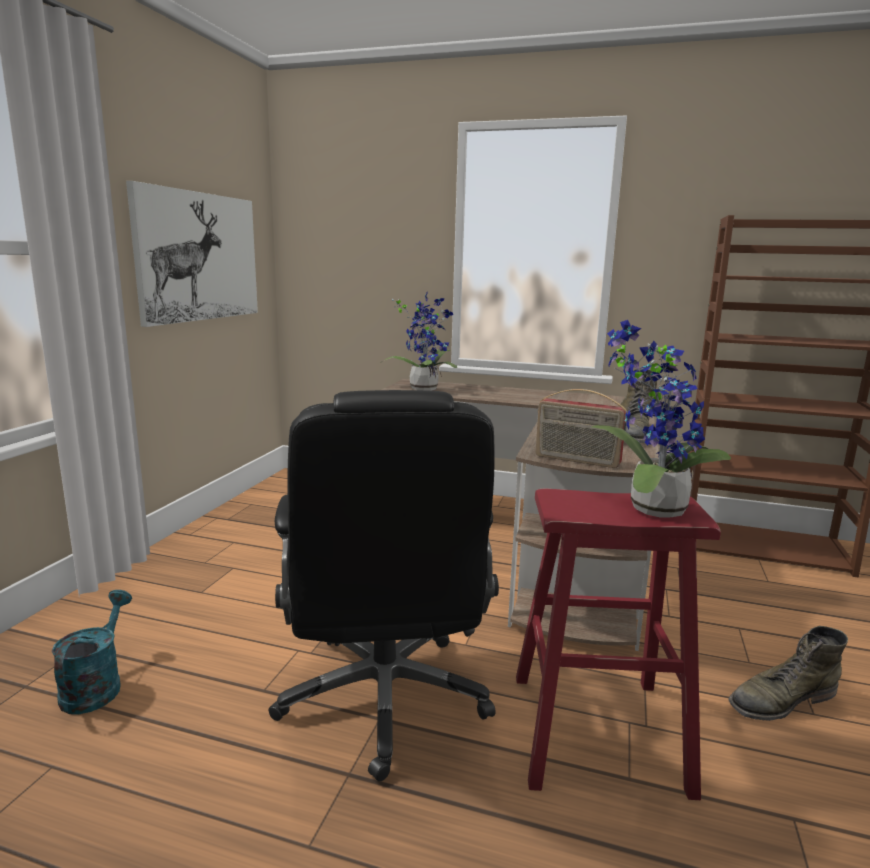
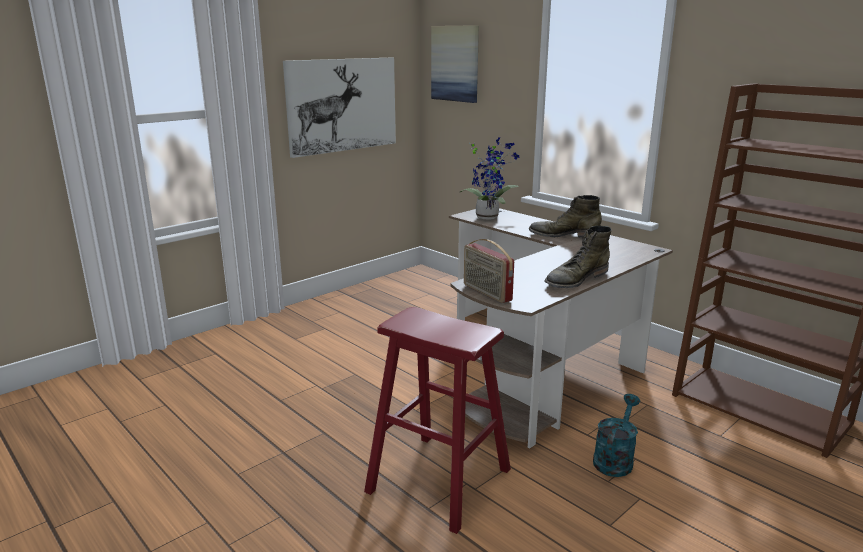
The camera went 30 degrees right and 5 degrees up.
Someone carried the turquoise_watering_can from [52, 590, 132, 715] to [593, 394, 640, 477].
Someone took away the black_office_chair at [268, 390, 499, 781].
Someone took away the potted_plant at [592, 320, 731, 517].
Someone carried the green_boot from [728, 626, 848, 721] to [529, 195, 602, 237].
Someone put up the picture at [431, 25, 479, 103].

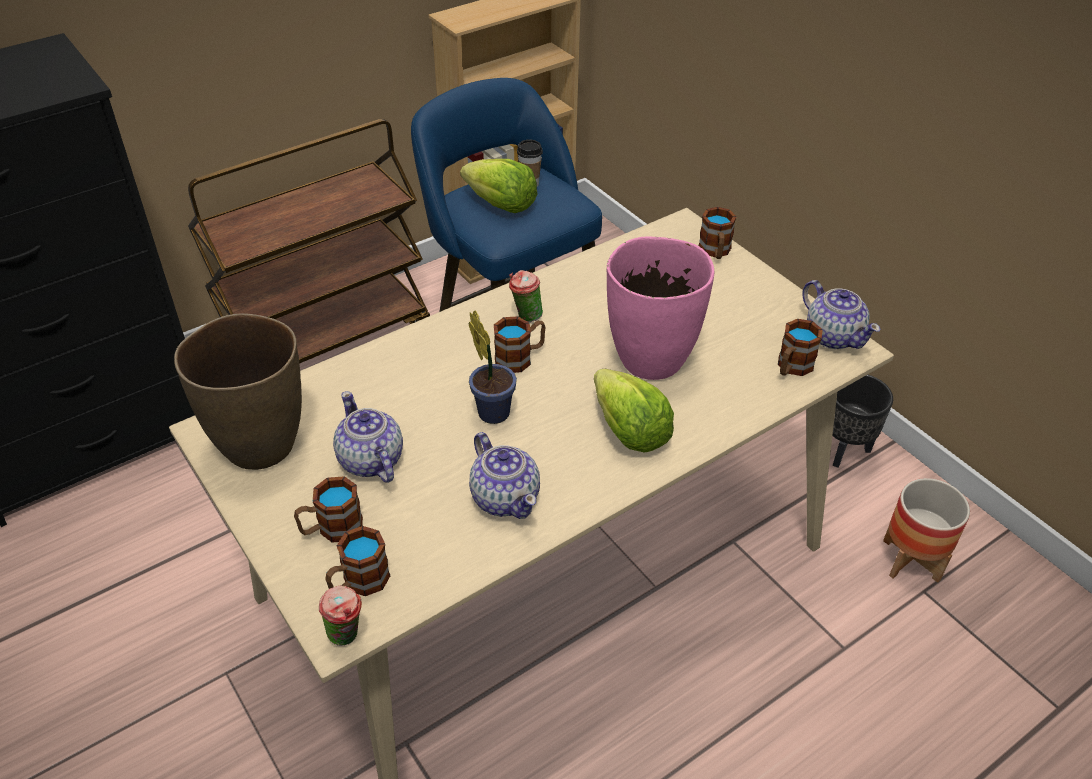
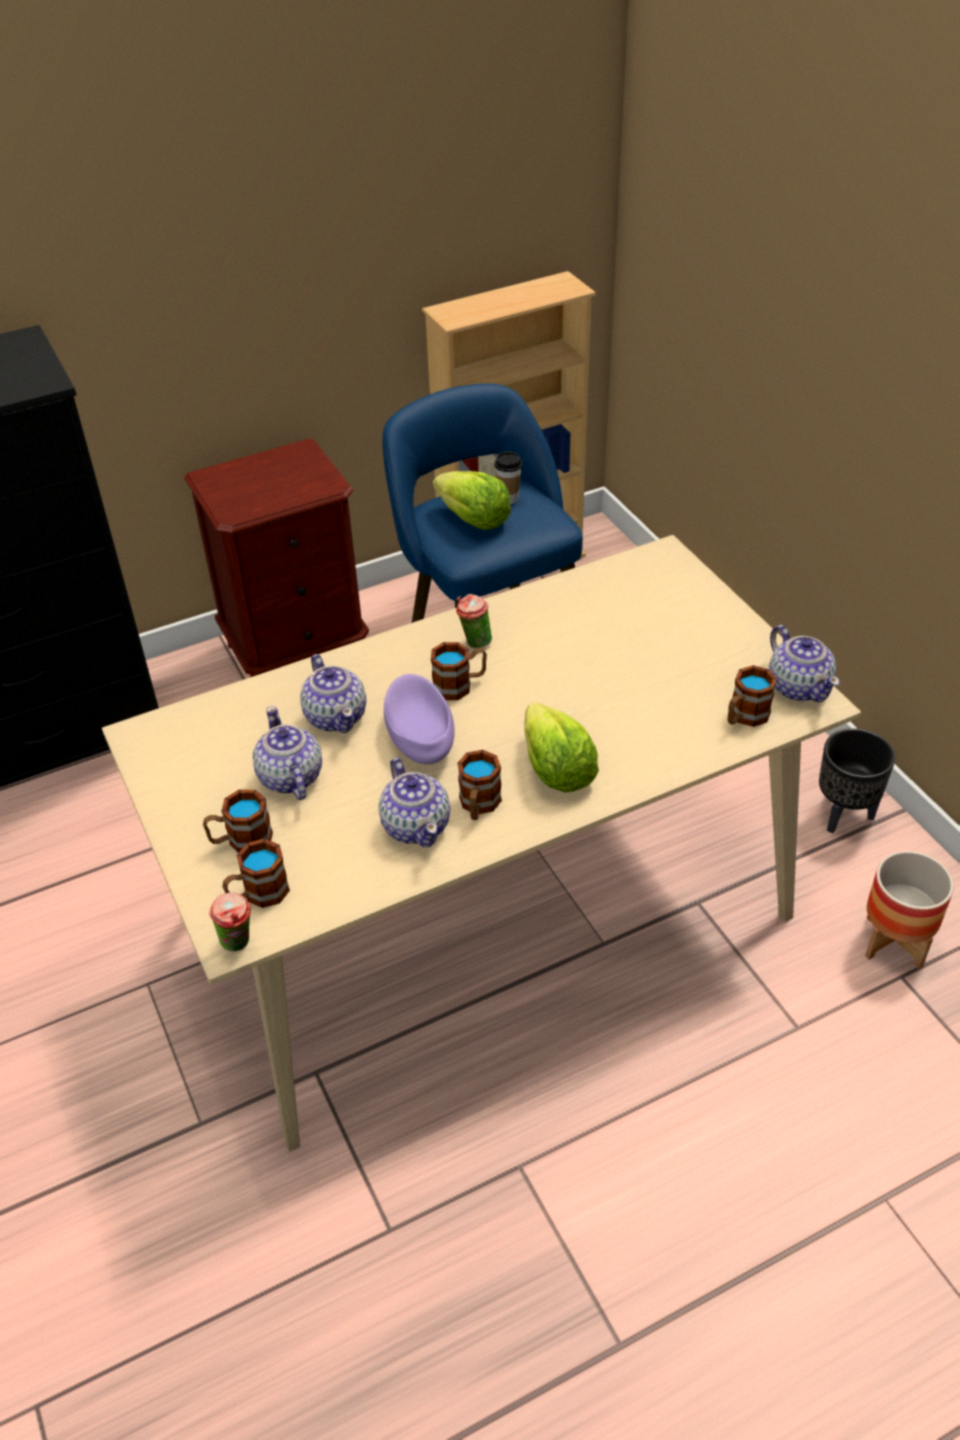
The camera went 10 degrees right and 0 degrees up.
Someone took away the brown_vase at [174, 313, 302, 470].
Someone swapped the brown_cart at [188, 119, 430, 364] for the brown_nightstand at [185, 438, 369, 677].
Someone swapped the potted_plant at [469, 310, 517, 424] for the purple_bowl at [384, 674, 455, 764].
Someone took away the pink_vase at [607, 236, 714, 380].
Someone carried the mug from [698, 207, 736, 259] to [457, 750, 502, 820].
Someone put down the teapot at [300, 654, 367, 733].

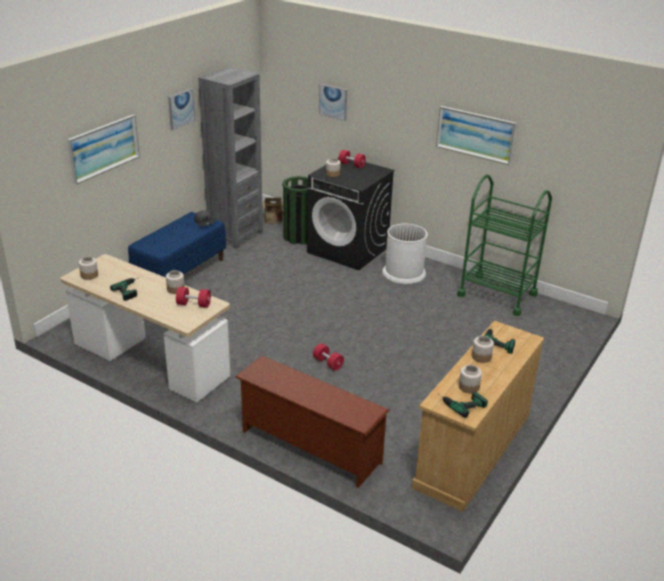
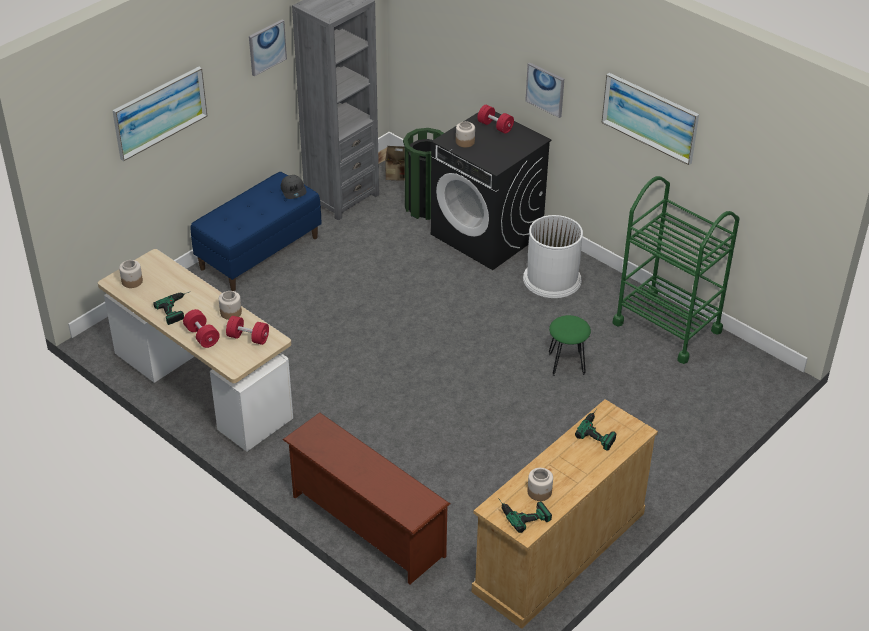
The camera went 10 degrees right and 10 degrees up.
Someone carried the red_dumbbell from [313, 343, 344, 371] to [183, 309, 220, 348].
Someone carried the picture from [319, 84, 347, 121] to [525, 63, 564, 118].
Someone took away the jar at [472, 336, 494, 363].
Someone put down the green_stool at [549, 315, 591, 376].

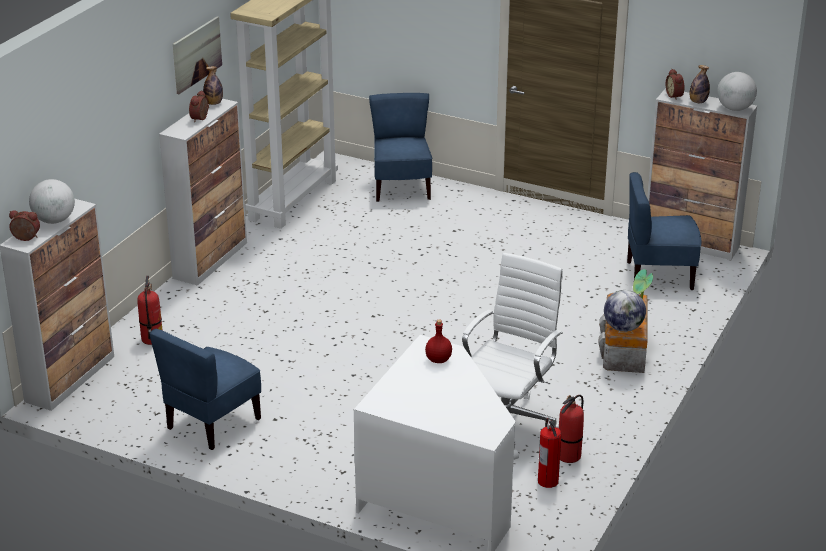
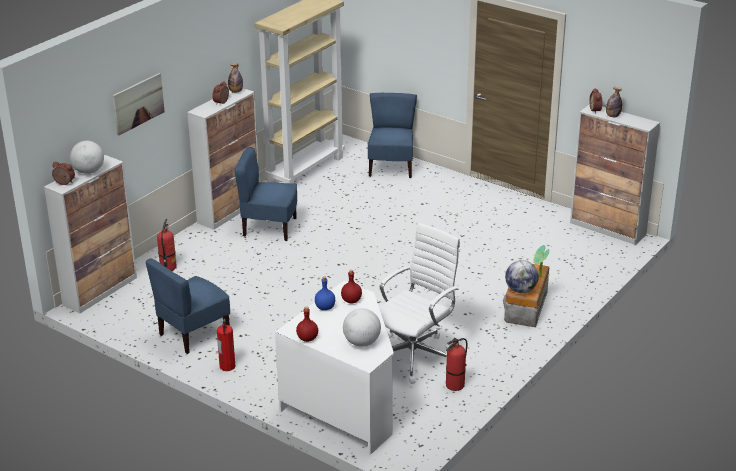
The camera went 10 degrees right and 0 degrees up.
Someone carried the picture from [173, 17, 222, 94] to [113, 73, 165, 135].
Someone carried the fire_extinguisher from [538, 418, 561, 488] to [217, 318, 235, 371].
Someone carried the blue_chair from [627, 172, 701, 290] to [235, 147, 297, 241].
Someone carried the globe from [717, 72, 757, 111] to [343, 308, 381, 347].
Someone put down the red_bottle at [296, 307, 318, 342].
Someone put down the blue_bottle at [315, 276, 335, 310].

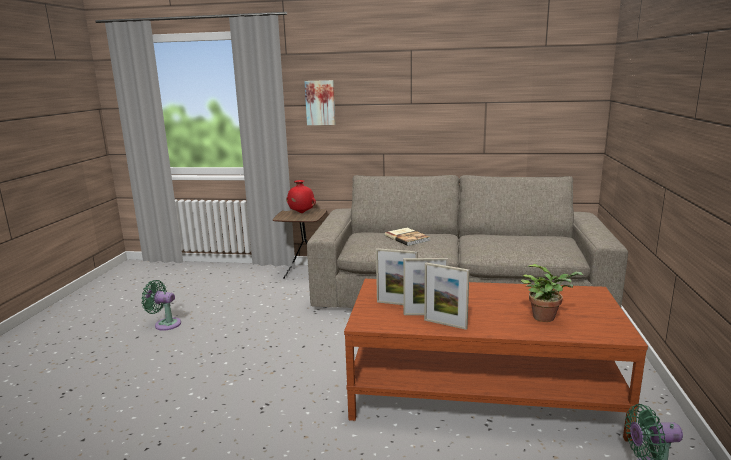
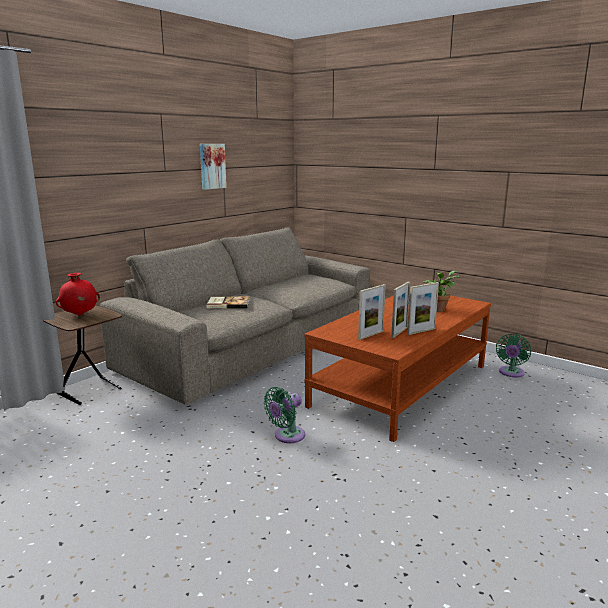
The camera went 60 degrees left and 0 degrees up.
Someone carried the green_fan from [141, 280, 181, 331] to [263, 387, 305, 443].
Someone carried the picture from [304, 80, 335, 125] to [200, 144, 227, 190].

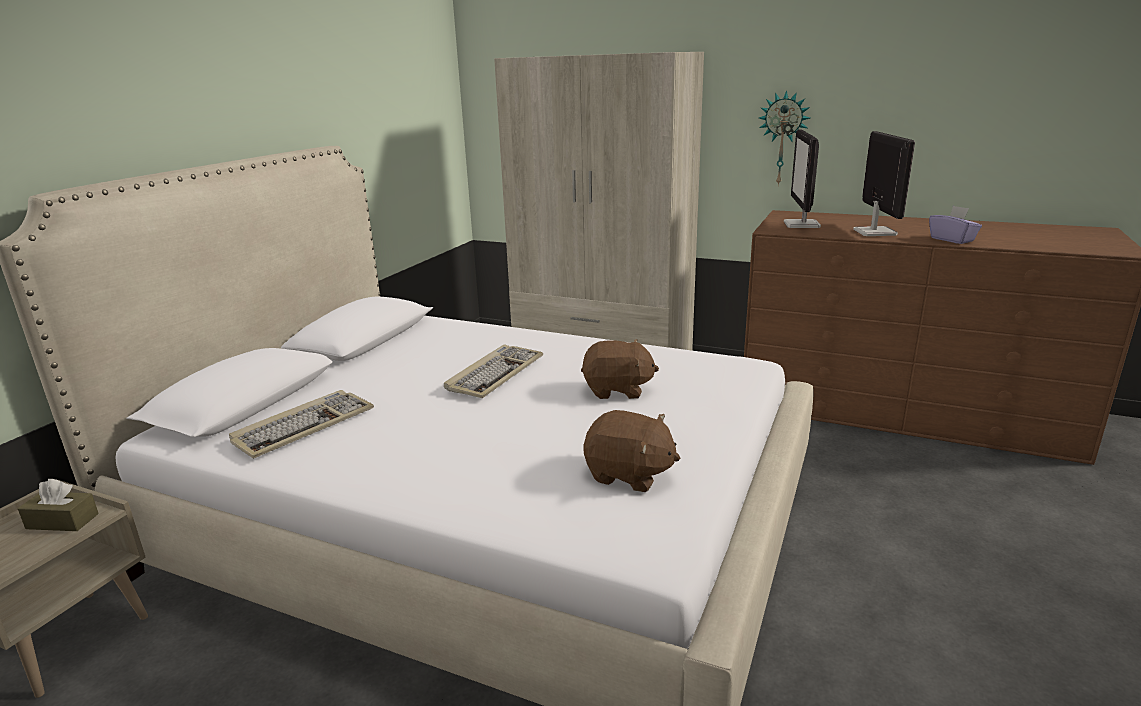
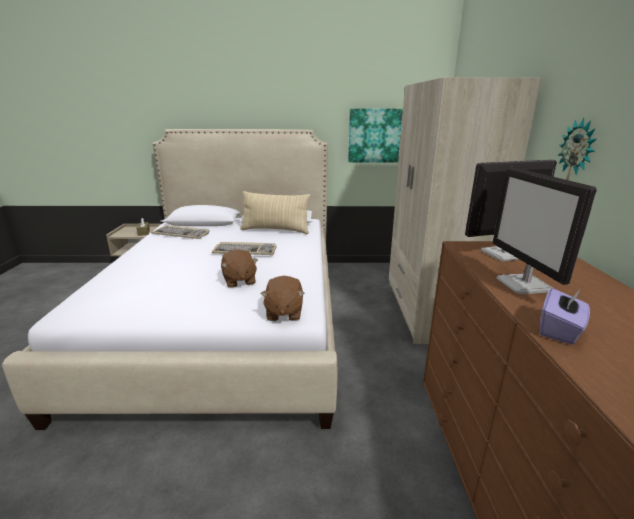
The camera went 65 degrees right and 0 degrees up.
Someone carried the brown_plush_toy from [583, 410, 680, 492] to [261, 276, 305, 321].
Someone rotated the monitor at [853, 131, 915, 236] by 105 degrees clockwise.
Someone put down the beige_pillow at [240, 191, 310, 234].
Someone put up the picture at [348, 108, 403, 162].

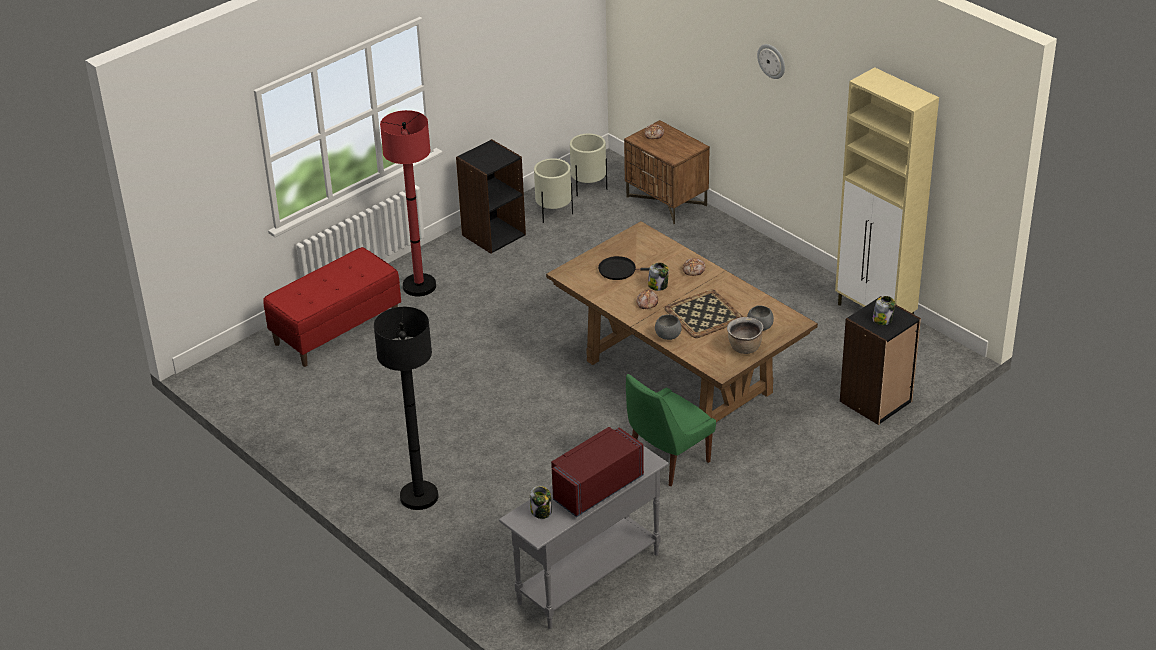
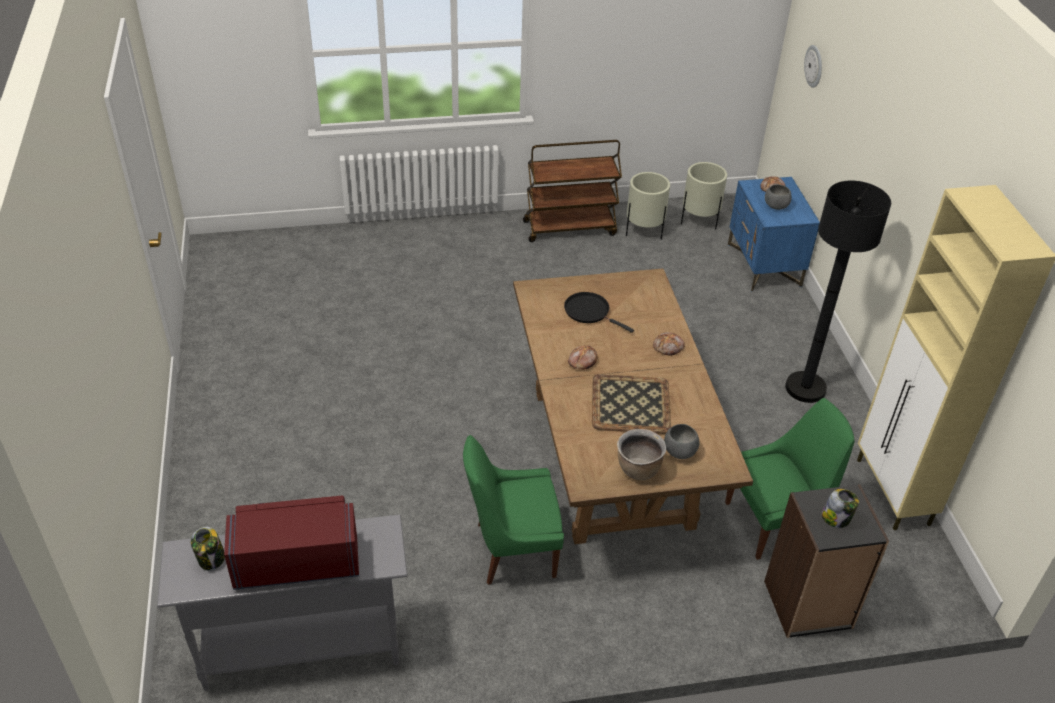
The camera went 30 degrees right and 5 degrees up.
Someone took away the red_bench at [263, 247, 401, 367].
Someone carried the black_floor_lamp from [374, 307, 438, 510] to [785, 181, 891, 403].
Someone took away the red_floor_lamp at [380, 110, 436, 296].
Someone swapped the black_bookcase at [456, 139, 526, 254] for the brown_cart at [523, 140, 622, 242].
Someone repainted the brown_nightstand at [624, 120, 710, 224], which became the blue_nightstand at [728, 177, 820, 292].
Someone took away the jar at [648, 262, 669, 291].
Someone carried the grey_bowl from [655, 315, 682, 340] to [765, 184, 792, 210].
Someone carried the wall_clock from [757, 44, 785, 79] to [804, 45, 822, 88].
Someone put down the green_chair at [725, 398, 855, 560].

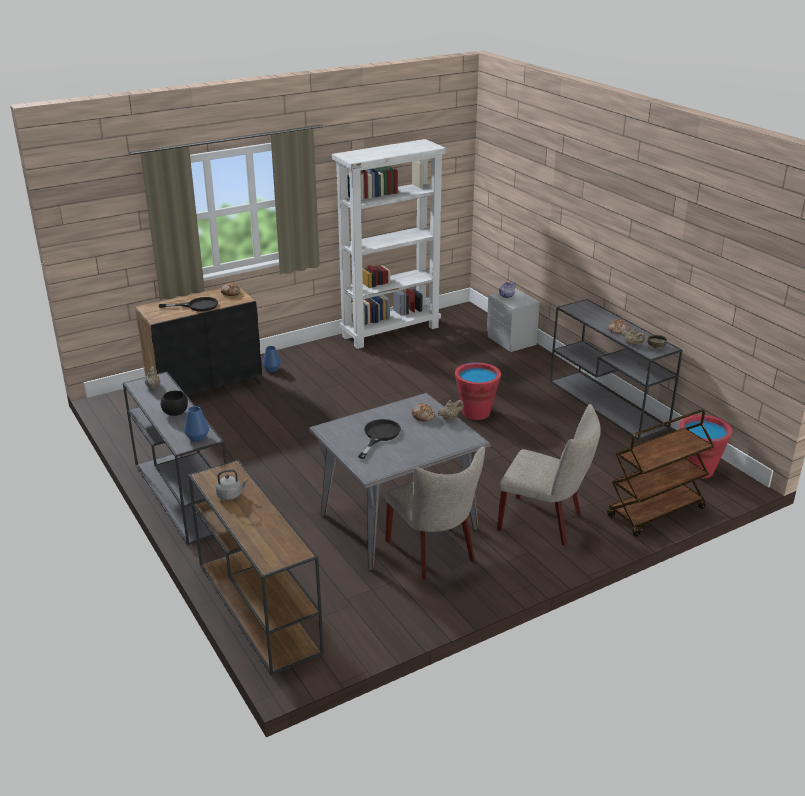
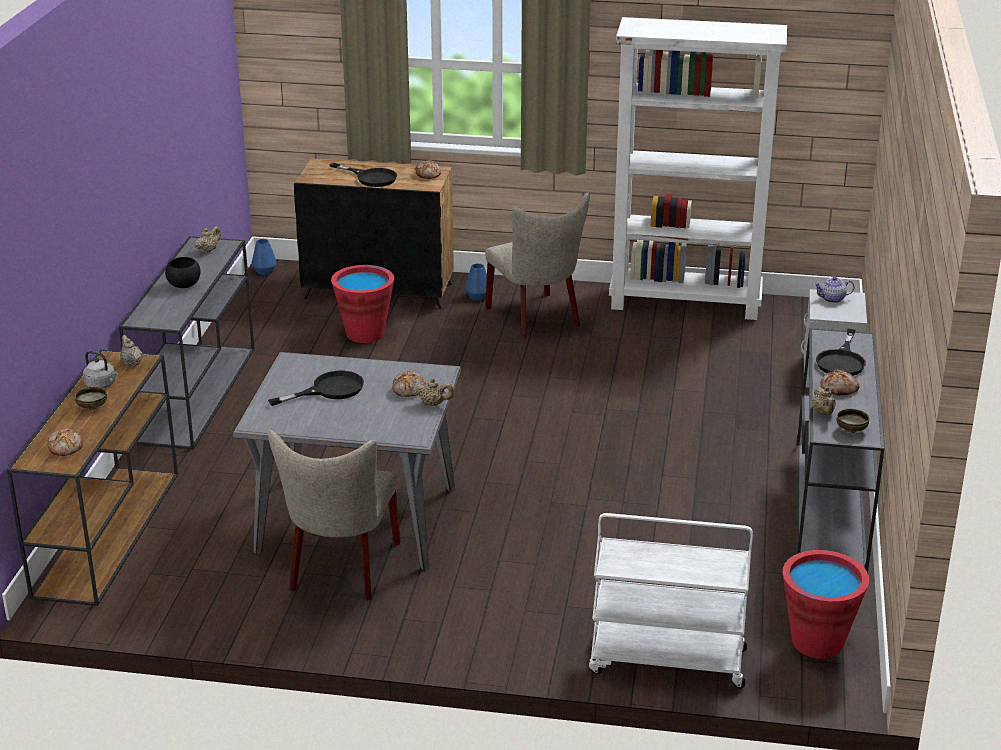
The camera went 40 degrees right and 0 degrees up.
Someone carried the blue_vase from [184, 406, 209, 442] to [251, 239, 277, 275].
Someone carried the red_bucket from [455, 362, 501, 420] to [331, 265, 394, 343].
Someone carried the beige_chair from [497, 404, 601, 546] to [485, 193, 590, 340].
Someone repainted the brown_cart at [607, 409, 714, 537], which became the white_cart at [589, 513, 753, 688].
Someone put down the bread at [47, 428, 83, 456].
Someone put down the bowl at [75, 386, 107, 410].
Someone put down the beige_teapot at [120, 335, 143, 366].
Someone put down the black_frying_pan at [816, 329, 866, 376].

